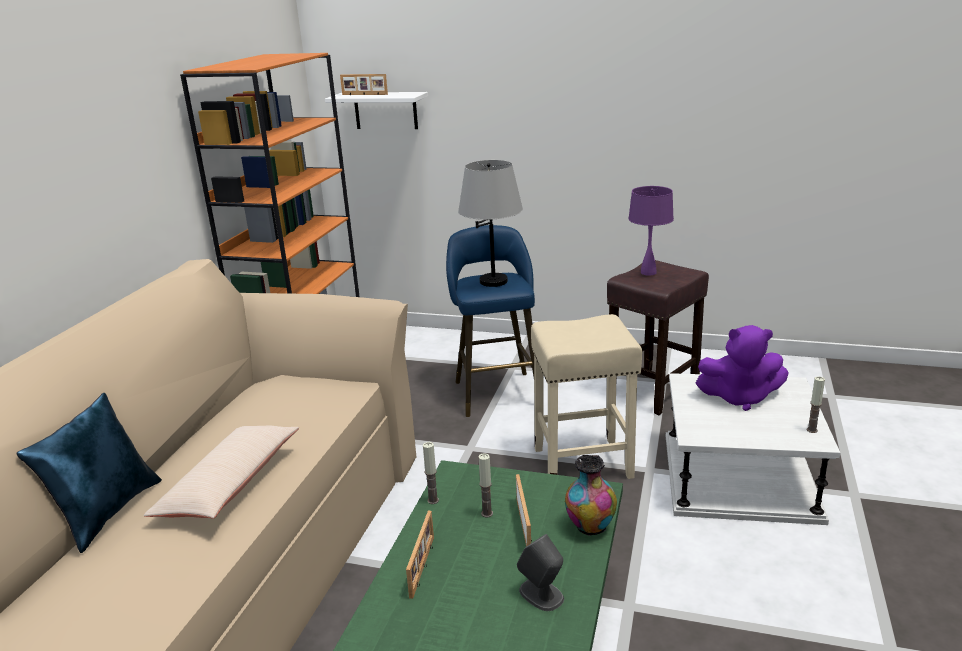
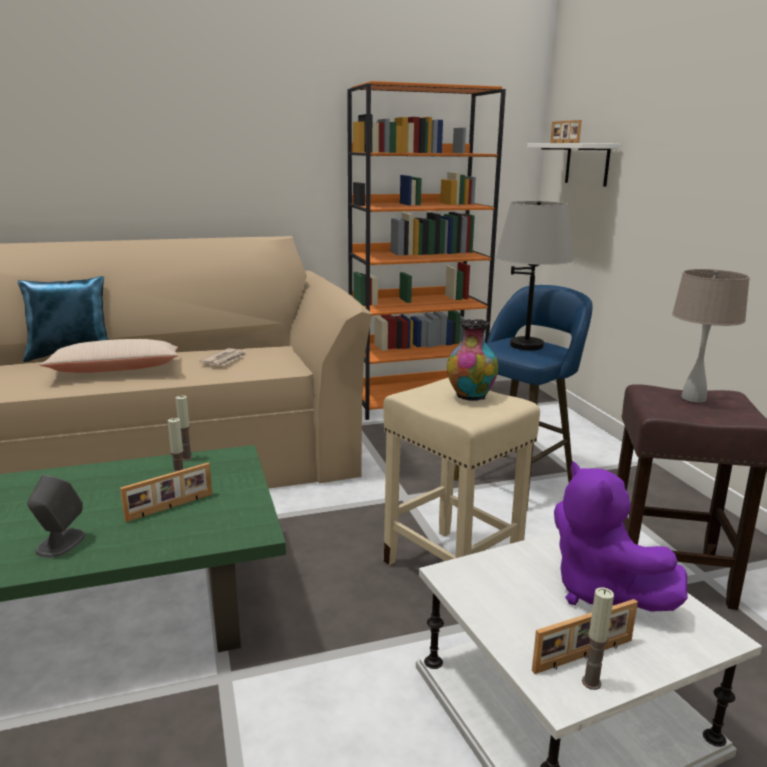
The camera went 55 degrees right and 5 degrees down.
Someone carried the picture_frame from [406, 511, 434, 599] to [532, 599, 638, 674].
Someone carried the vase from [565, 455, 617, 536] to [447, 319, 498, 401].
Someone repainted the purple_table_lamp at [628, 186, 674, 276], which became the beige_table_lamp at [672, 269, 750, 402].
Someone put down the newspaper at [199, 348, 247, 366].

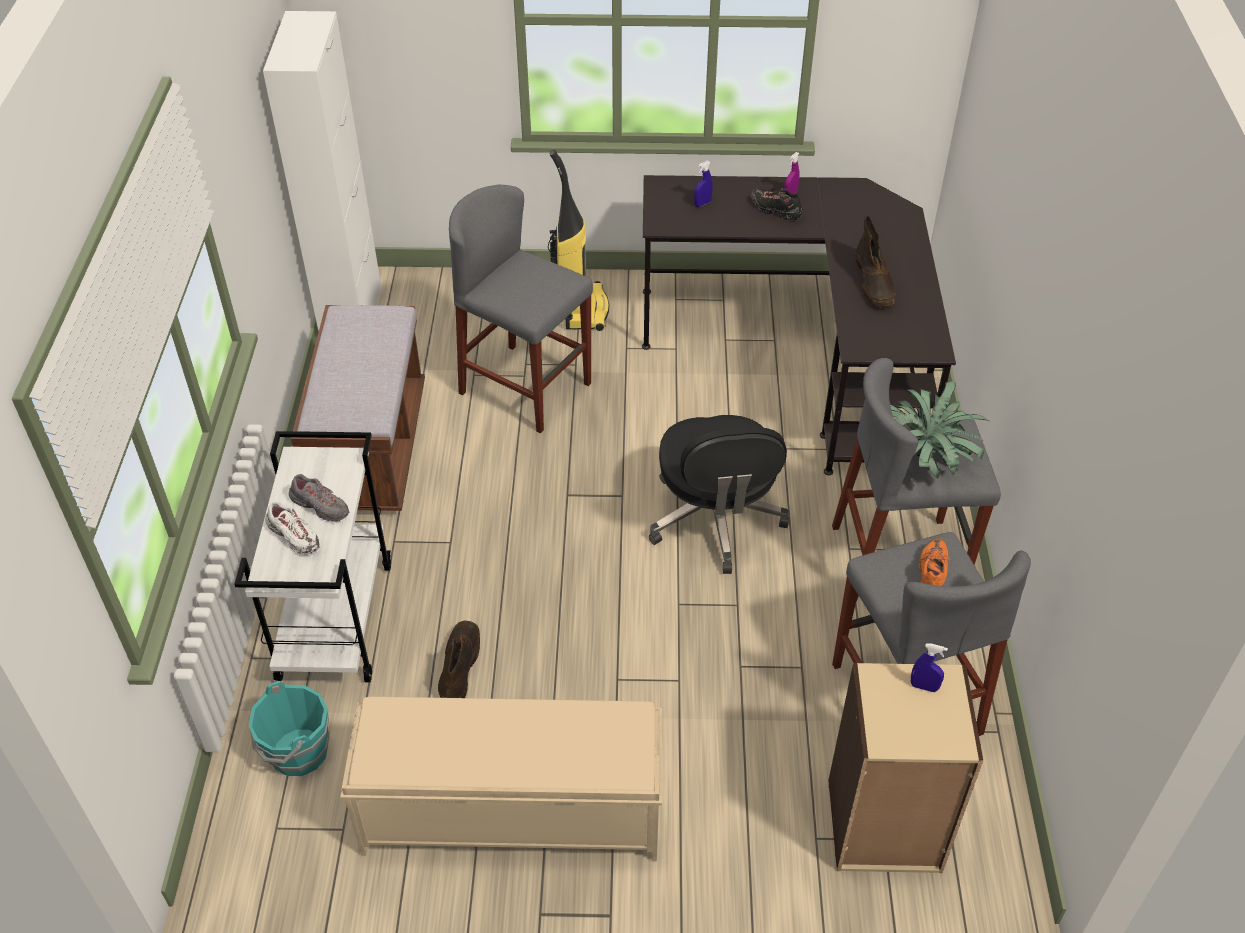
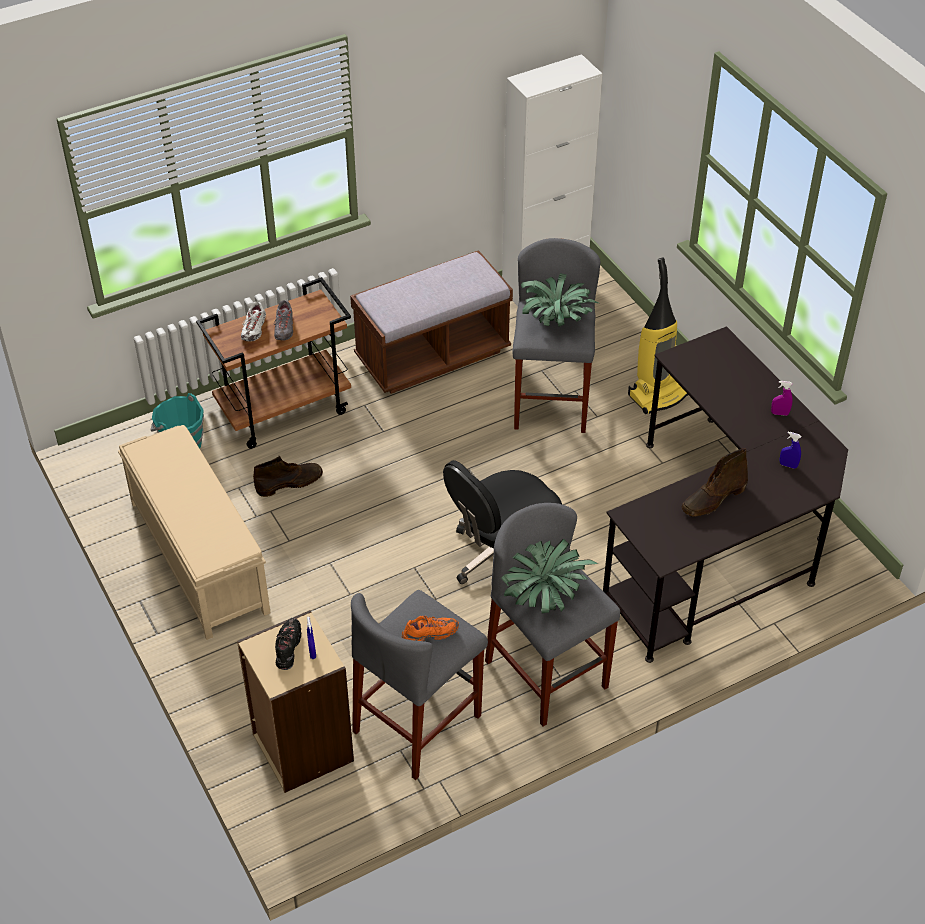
The camera went 60 degrees right and 0 degrees up.
Someone repainted the white_cart at [234, 431, 391, 683], which became the brown_cart at [196, 277, 351, 449].
Someone carried the blue_spray_bottle from [694, 161, 713, 207] to [780, 432, 801, 469].
Someone carried the black_shoe from [751, 188, 803, 220] to [275, 618, 301, 670].
Someone put down the potted_plant at [521, 273, 598, 327].

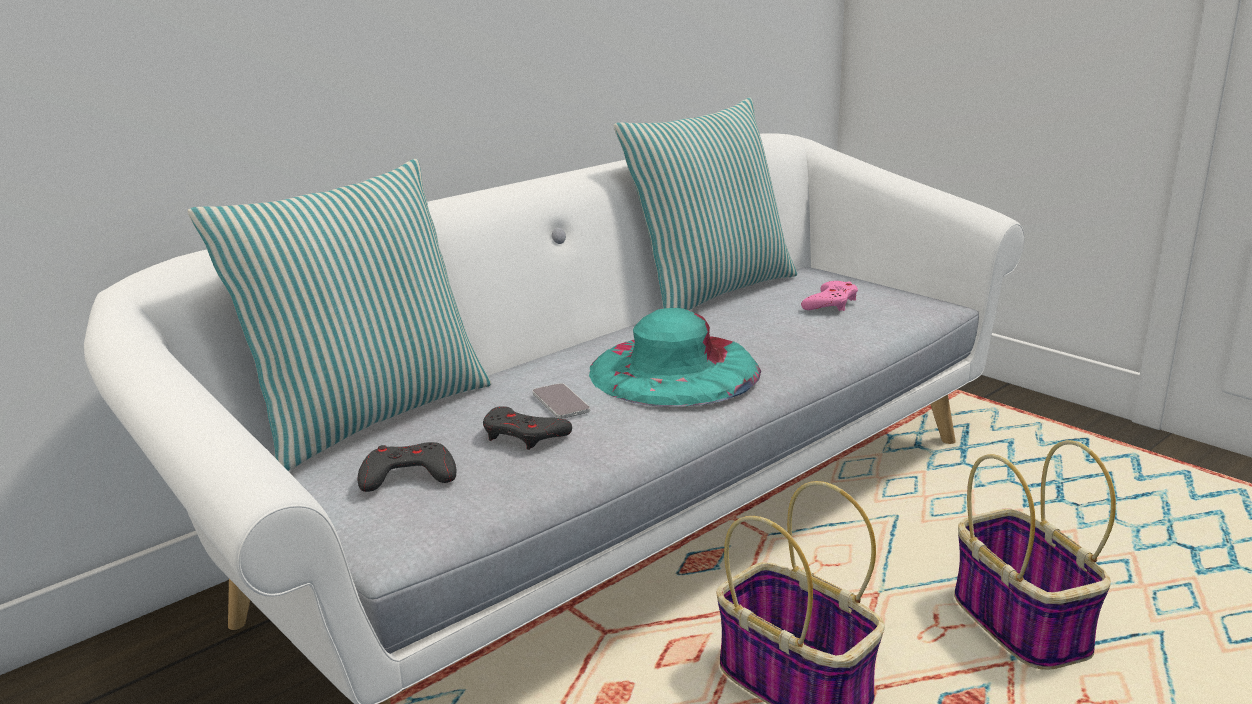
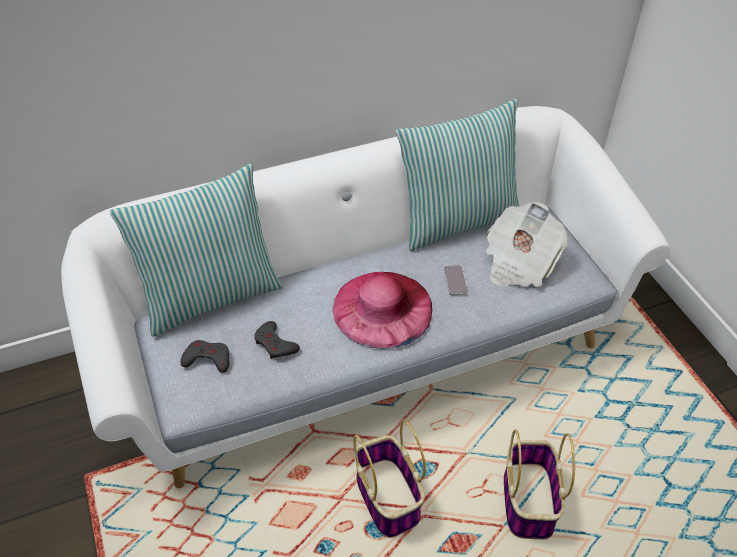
The camera went 20 degrees right and 25 degrees up.
Someone carried the phone from [532, 383, 590, 419] to [444, 265, 468, 296].
Someone repainted the turquoise_hat at [589, 308, 761, 407], which became the pink_hat at [332, 272, 432, 349].
Someone swapped the pink_game_controller at [801, 281, 858, 311] for the newspaper at [486, 202, 568, 287].

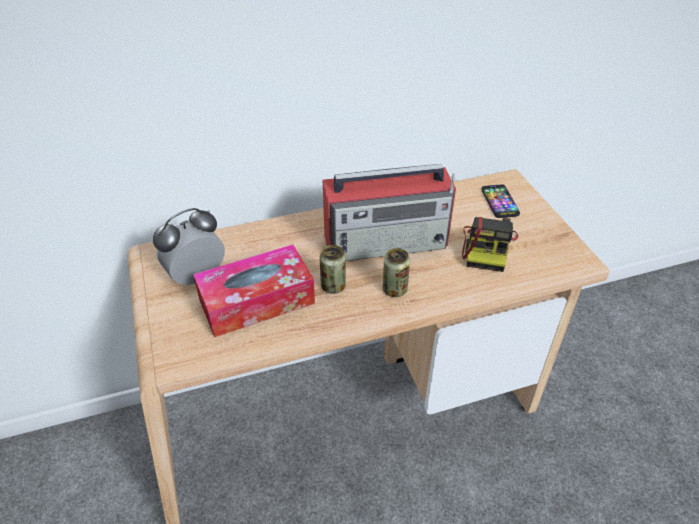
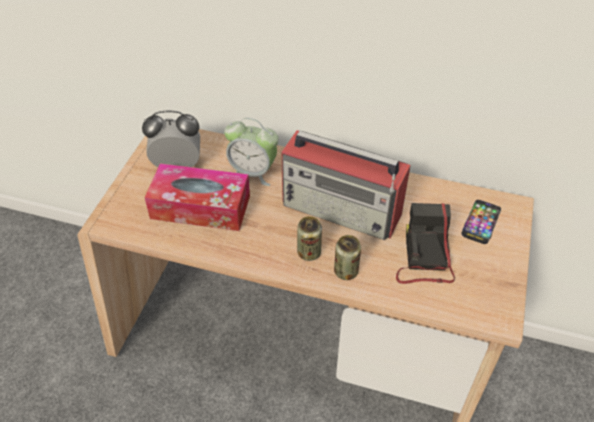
The camera went 35 degrees right and 5 degrees up.
Someone carried the can from [320, 245, 346, 294] to [334, 235, 361, 280].
Someone rotated the photo_camera at [462, 217, 518, 272] by 135 degrees clockwise.
Someone put down the alarm_clock at [224, 118, 279, 186].

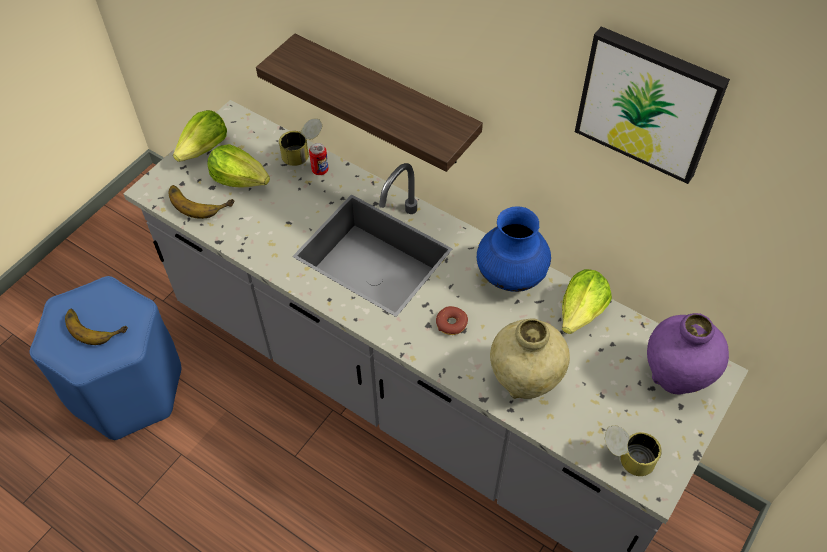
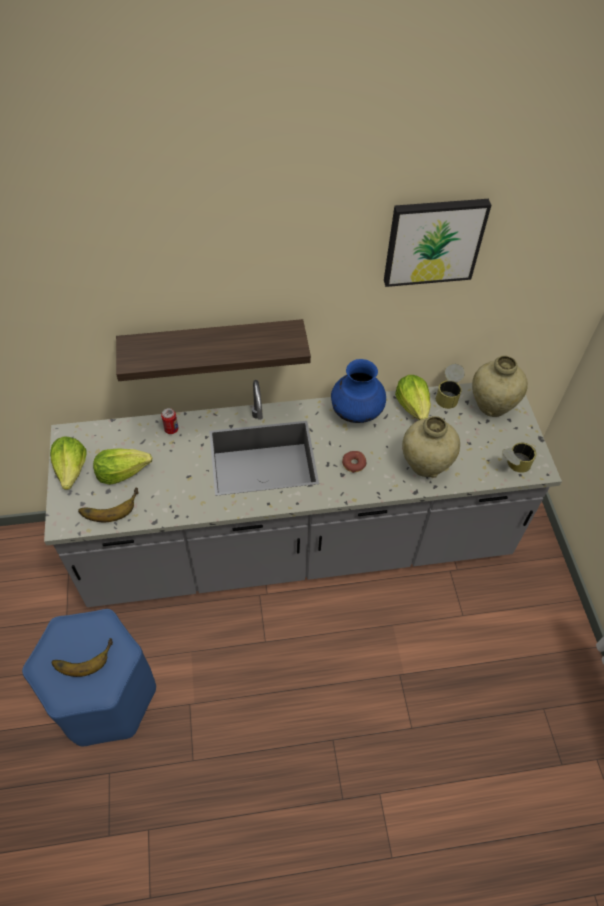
The camera went 45 degrees left and 0 degrees up.
Someone carried the can from [279, 118, 322, 166] to [436, 364, 465, 409].
Someone repainted the purple_vase at [647, 313, 729, 395], which became the beige_vase at [472, 355, 528, 417].

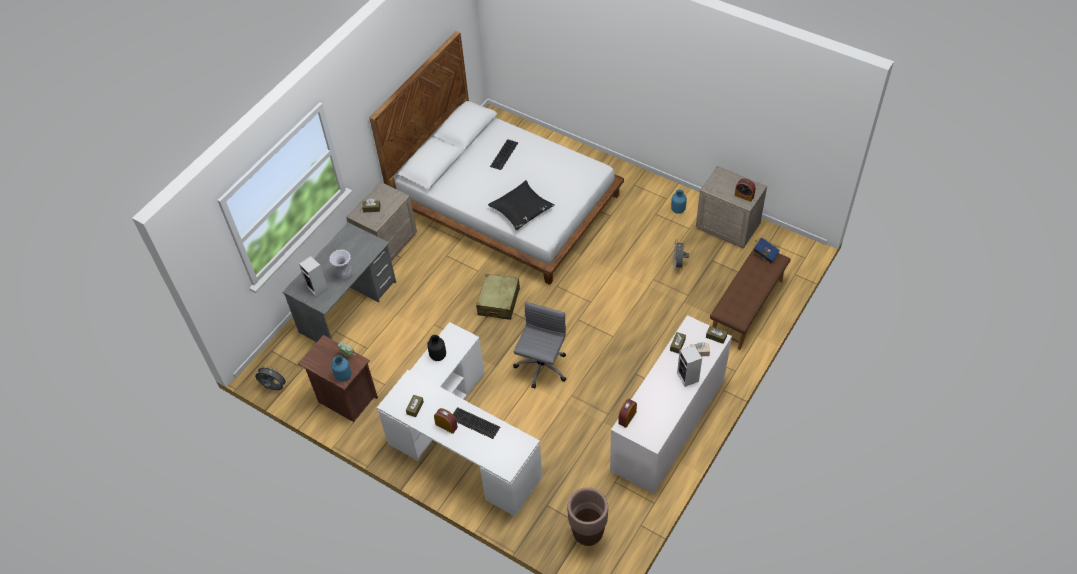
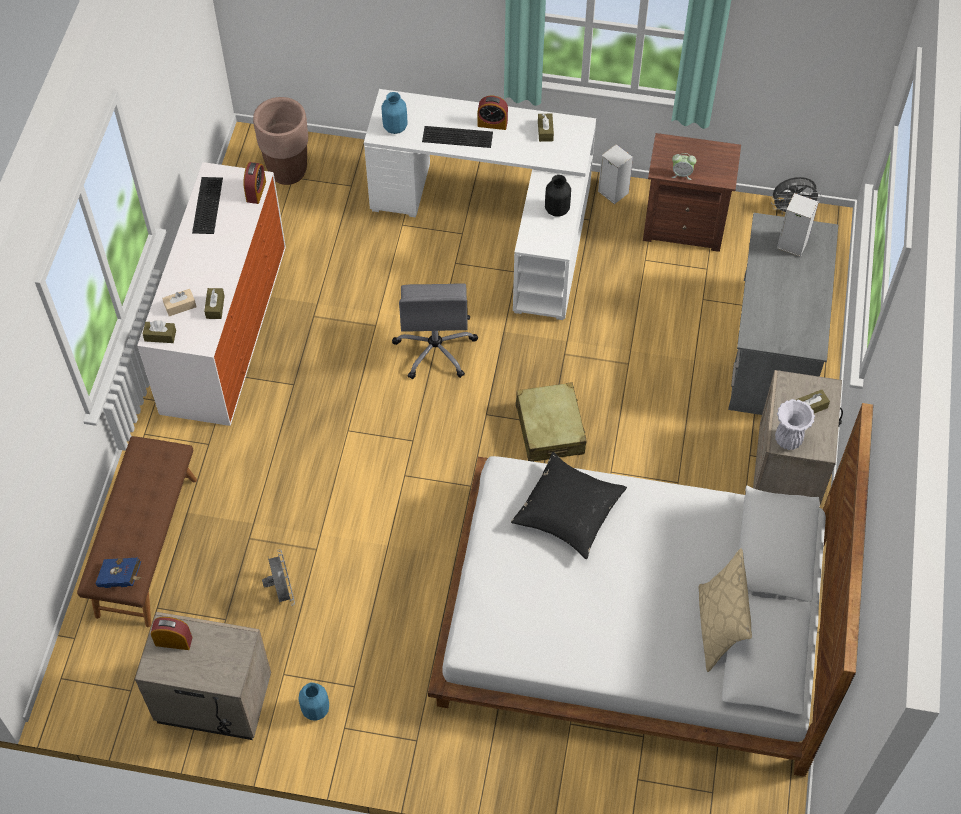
The camera went 155 degrees right and 5 degrees up.
Someone carried the white_vase from [329, 250, 353, 280] to [775, 399, 815, 450].
Someone carried the blue_vase from [331, 355, 352, 382] to [382, 92, 407, 134].
Someone carried the keyboard from [490, 139, 518, 170] to [192, 177, 223, 234].
Someone carried the speaker from [677, 345, 702, 387] to [598, 144, 633, 204].
Someone put down the beige_pillow at [699, 548, 752, 672].

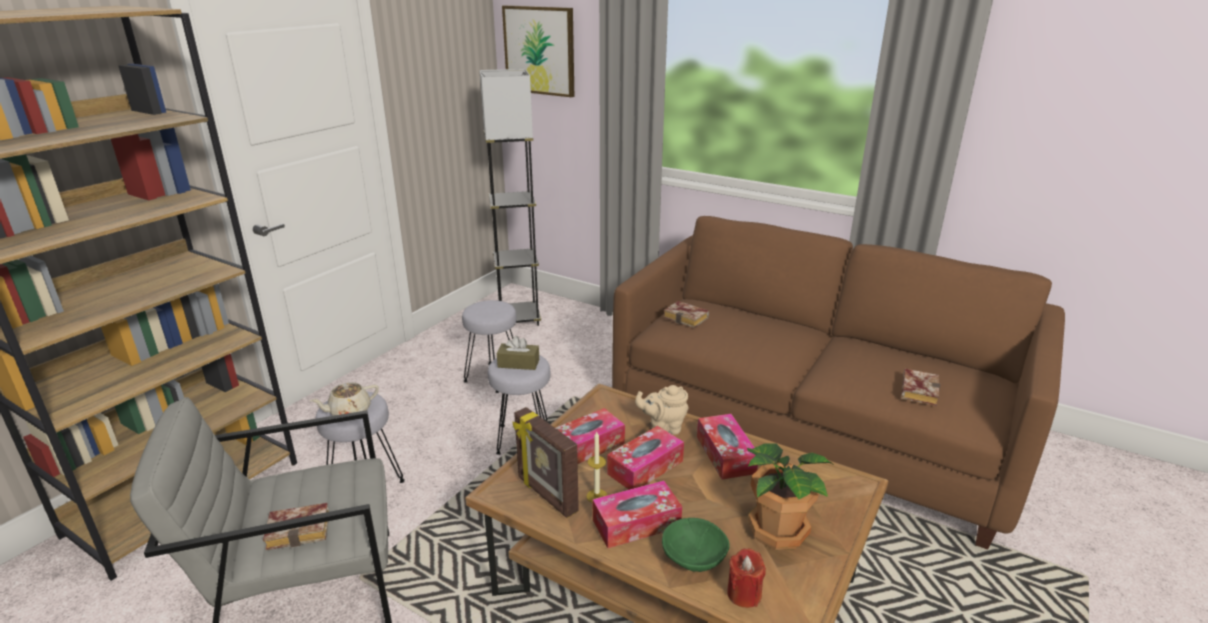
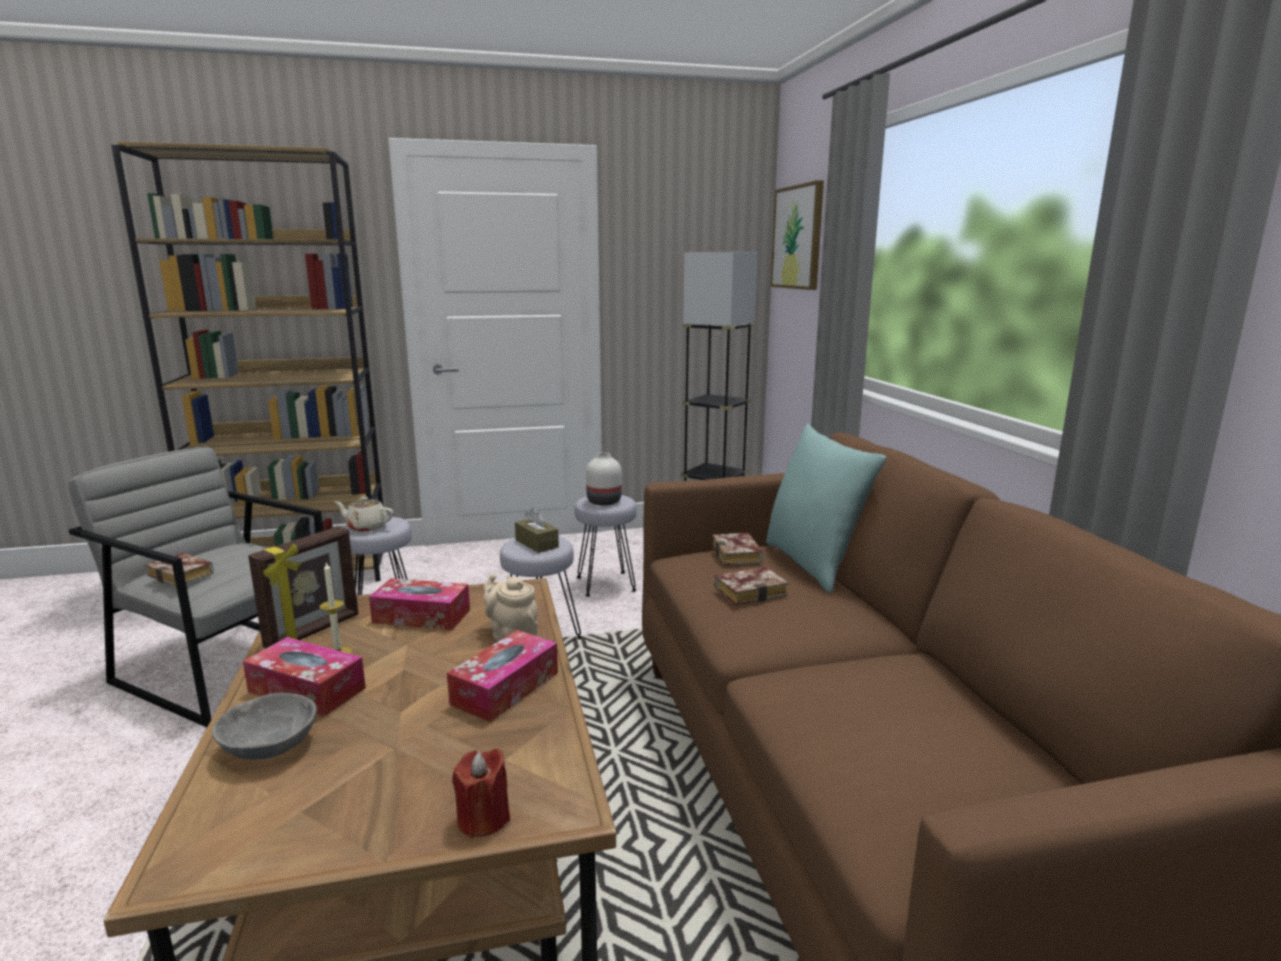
The camera went 45 degrees right and 10 degrees down.
Someone rotated the picture_frame at [513, 407, 579, 518] by 150 degrees counterclockwise.
Someone took away the tissue_box at [607, 426, 684, 490].
Someone repainted the green_bowl at [662, 518, 730, 572], which became the grey_bowl at [212, 693, 317, 759].
Someone carried the red_candle from [727, 548, 766, 608] to [452, 749, 510, 838].
Someone took away the potted_plant at [747, 443, 834, 550].
Someone carried the book from [902, 369, 940, 406] to [714, 567, 788, 605].
Someone put down the white_vase at [586, 453, 622, 506].
Someone put down the turquoise_pillow at [766, 424, 887, 594].

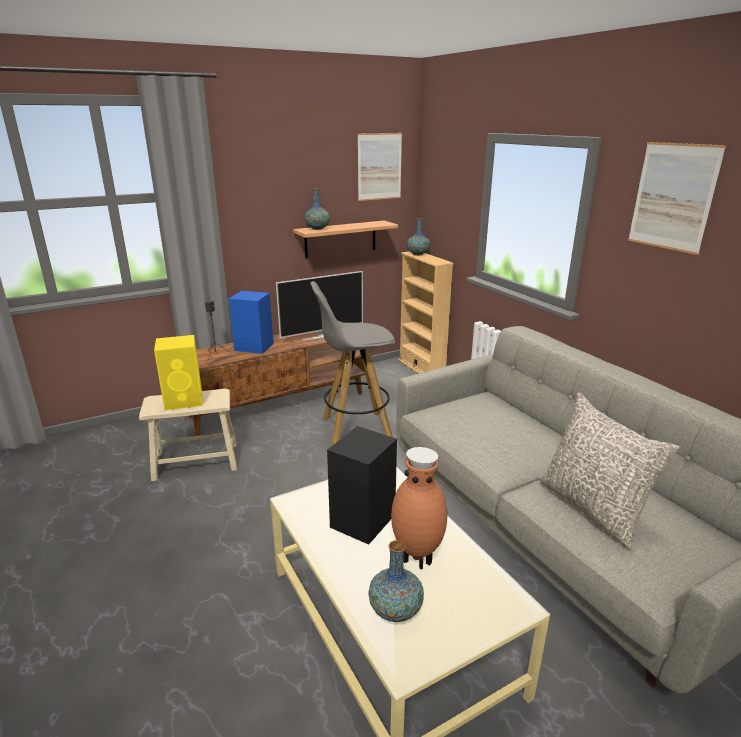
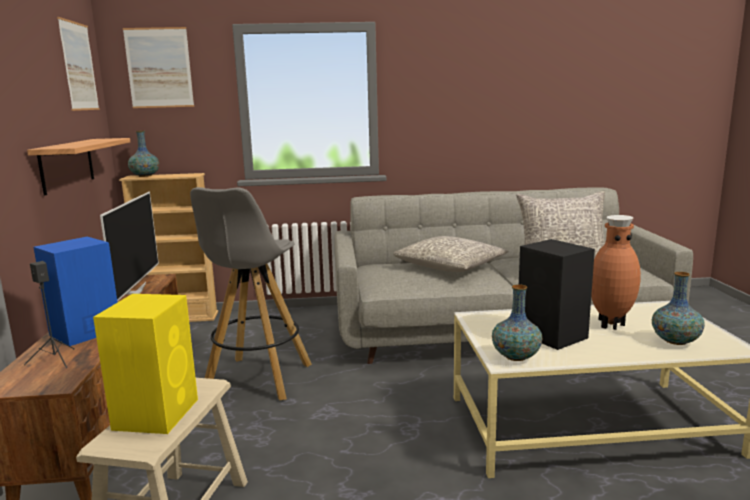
The camera went 65 degrees left and 10 degrees down.
Someone carried the vase from [305, 189, 330, 230] to [492, 284, 543, 361].
Someone carried the picture from [628, 142, 726, 255] to [123, 27, 194, 108].
Someone put down the grey_pillow at [393, 236, 509, 272].

